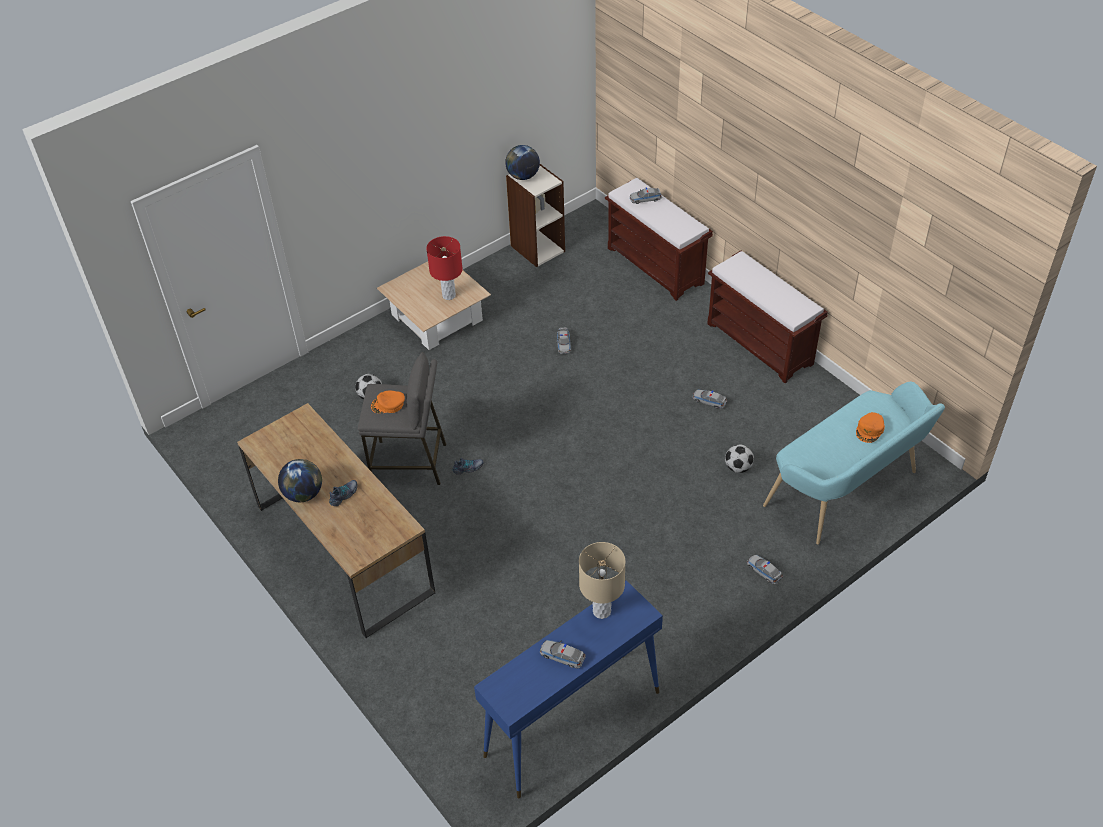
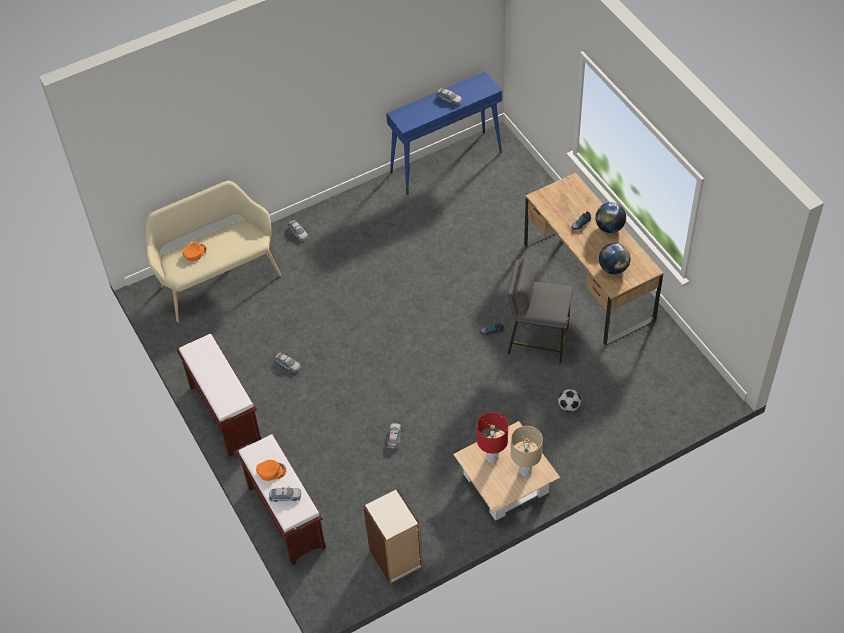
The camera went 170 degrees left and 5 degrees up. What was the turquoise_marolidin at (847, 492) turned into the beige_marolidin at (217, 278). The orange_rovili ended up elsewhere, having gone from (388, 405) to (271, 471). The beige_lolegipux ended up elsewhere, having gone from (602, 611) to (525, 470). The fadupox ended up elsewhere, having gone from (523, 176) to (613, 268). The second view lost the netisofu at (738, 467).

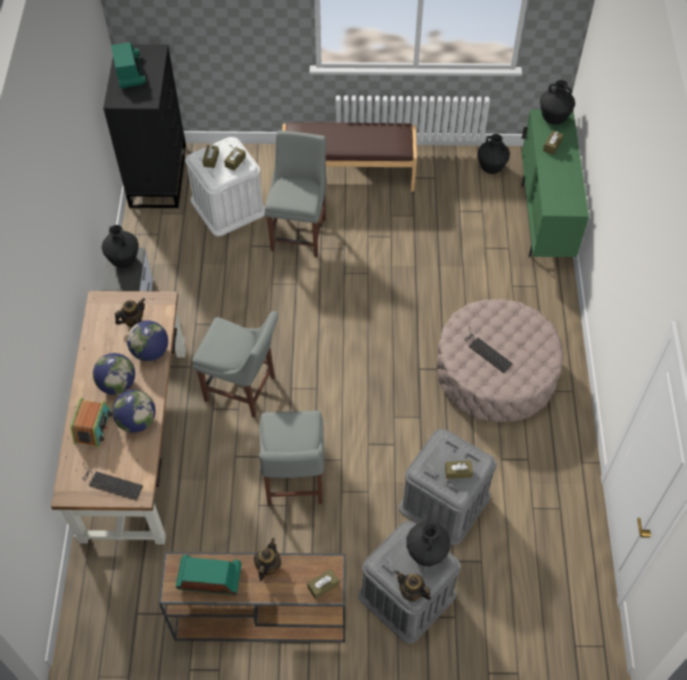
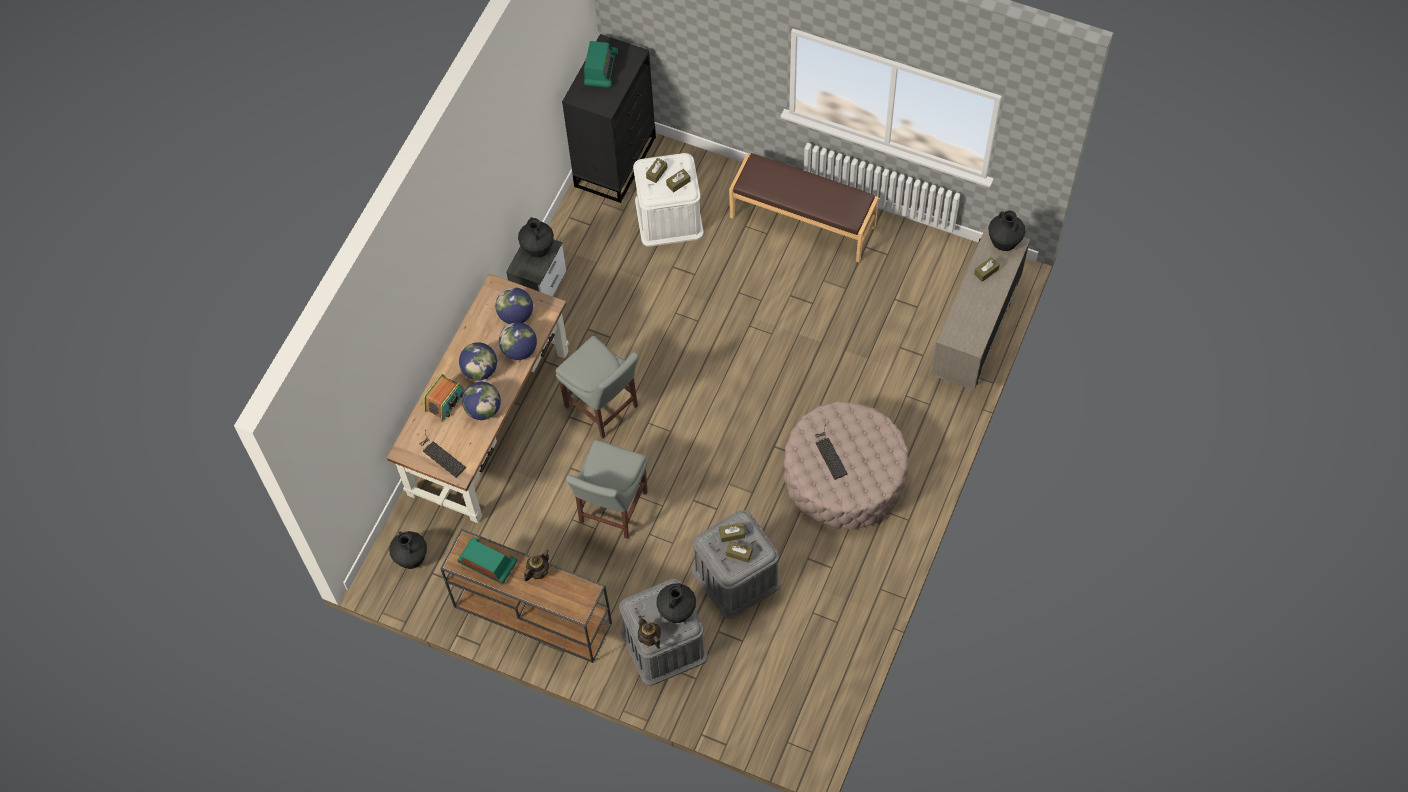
The camera went 25 degrees right and 5 degrees up. The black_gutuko ended up elsewhere, having gone from (490, 168) to (411, 558). Where the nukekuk stood at (133, 320), the fadupox came to stand at (516, 315). The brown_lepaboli ended up elsewhere, having gone from (323, 586) to (732, 534). What was the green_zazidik at (544, 221) turned into the beige_zazidik at (974, 339). The second view lost the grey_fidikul at (299, 232).

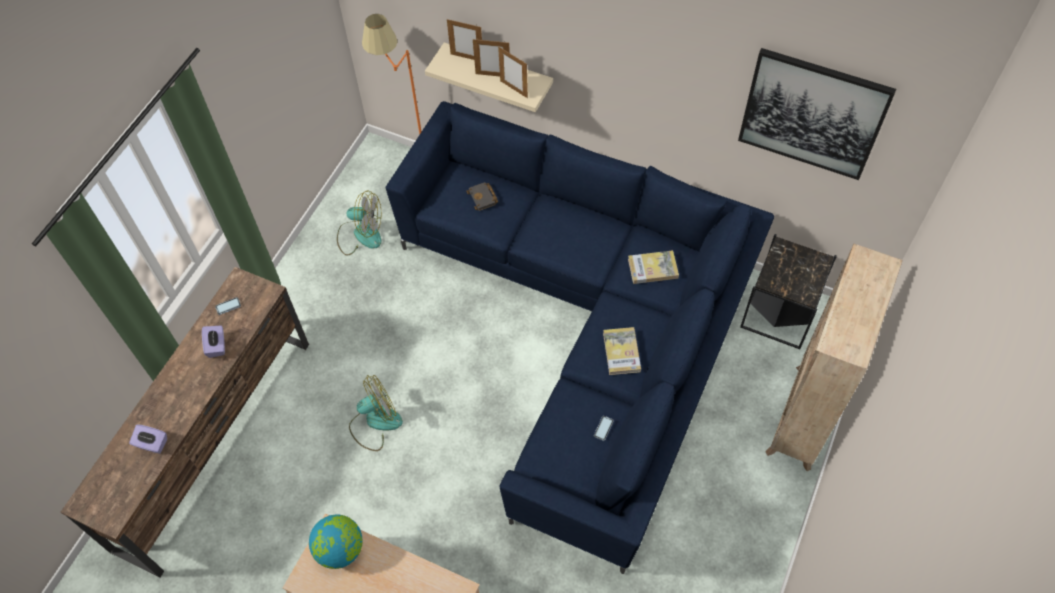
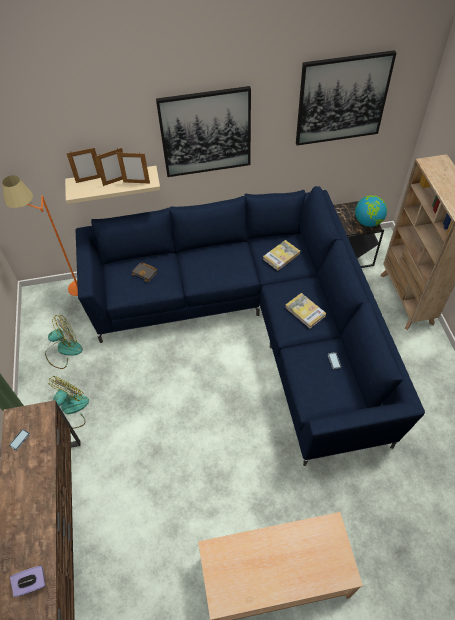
The camera went 35 degrees left and 5 degrees down. The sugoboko ended up elsewhere, having gone from (375, 422) to (70, 409). The second view gained the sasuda at (206, 132). The fadupox ended up elsewhere, having gone from (340, 549) to (368, 222). The second view lost the purple_lepaboli at (217, 346).

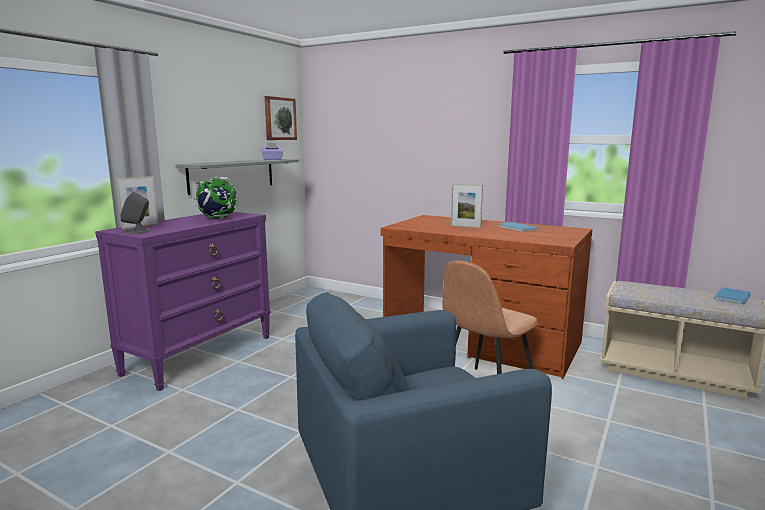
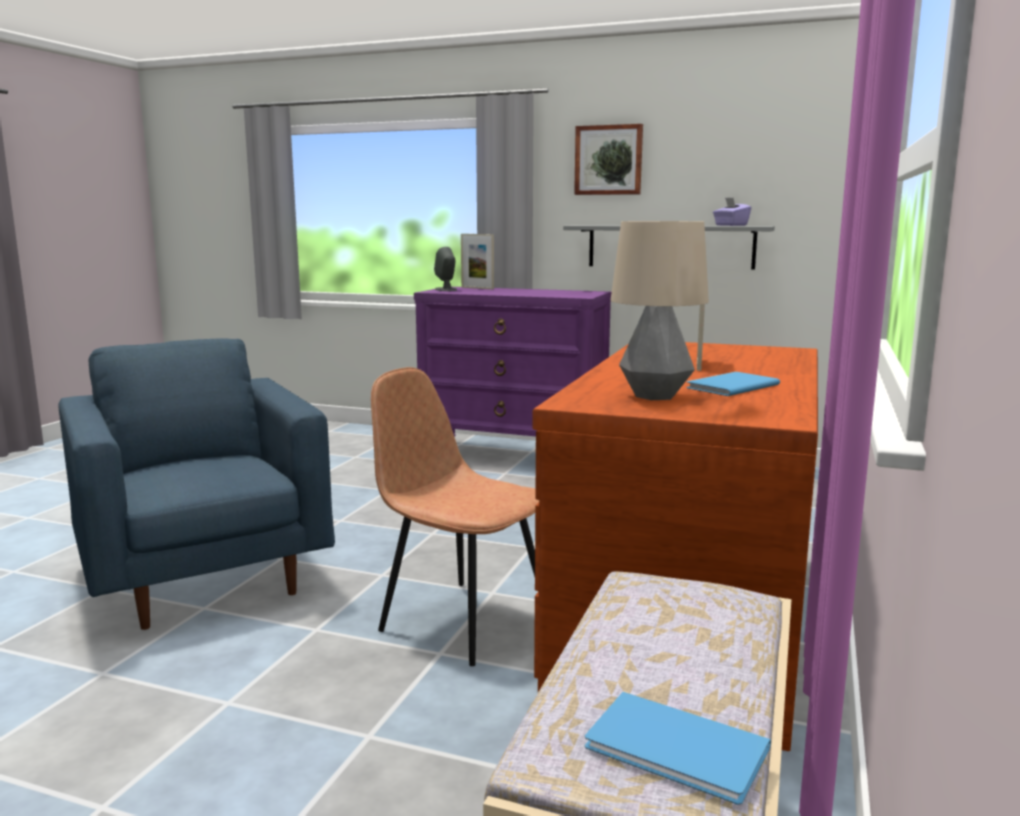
The camera went 80 degrees right and 0 degrees up. The sasuda ended up elsewhere, having gone from (279, 118) to (608, 160). The second view gained the lolegipux at (654, 396). The second view lost the fadupox at (218, 218).

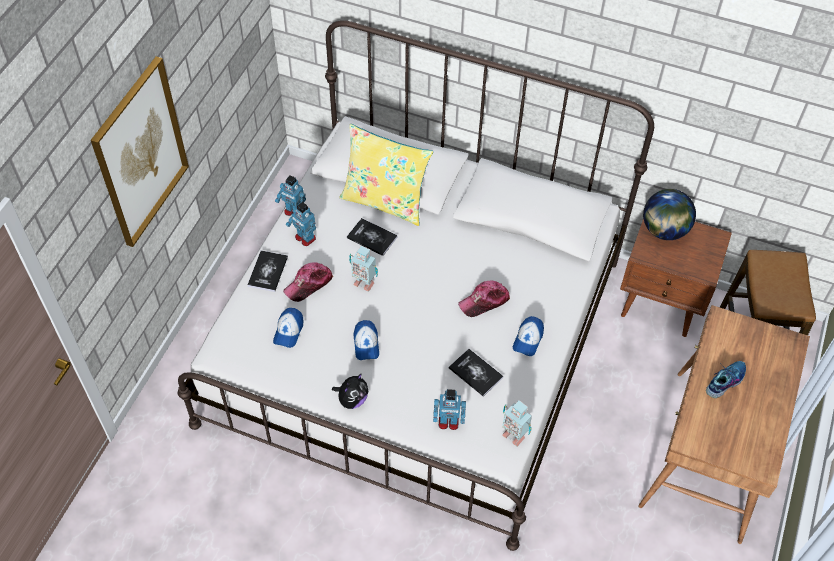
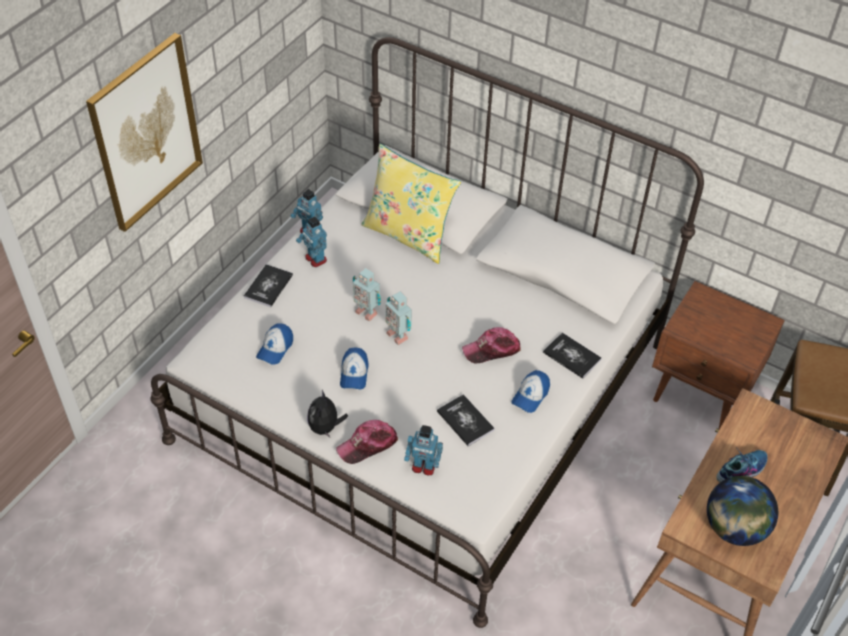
The camera went 10 degrees right and 5 degrees down. The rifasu at (352, 400) ended up facing another way, 135 degrees clockwise from before. The rovili ended up elsewhere, having gone from (309, 284) to (367, 445). The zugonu ended up elsewhere, having gone from (514, 434) to (398, 335). The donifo ended up elsewhere, having gone from (372, 237) to (572, 356). The fadupox ended up elsewhere, having gone from (664, 230) to (734, 528).

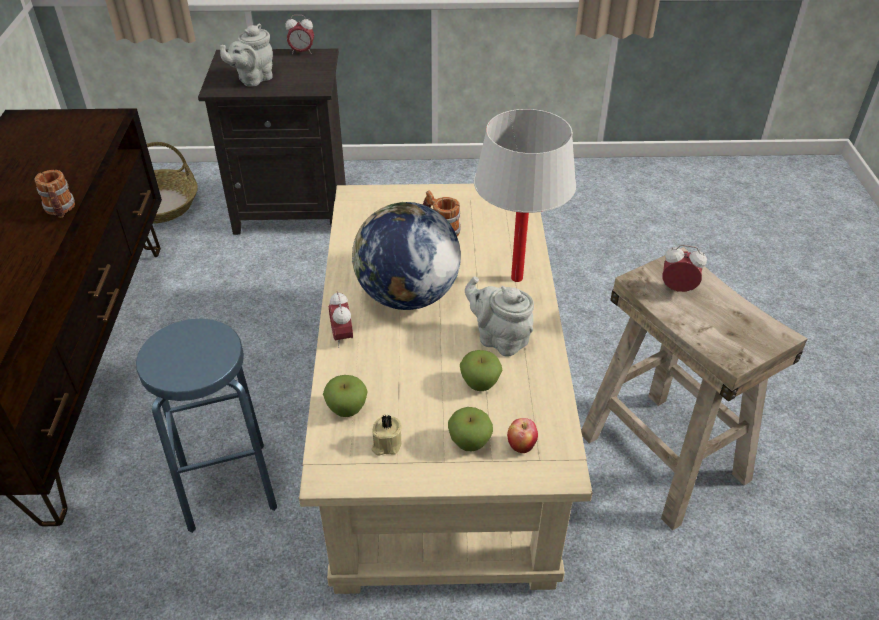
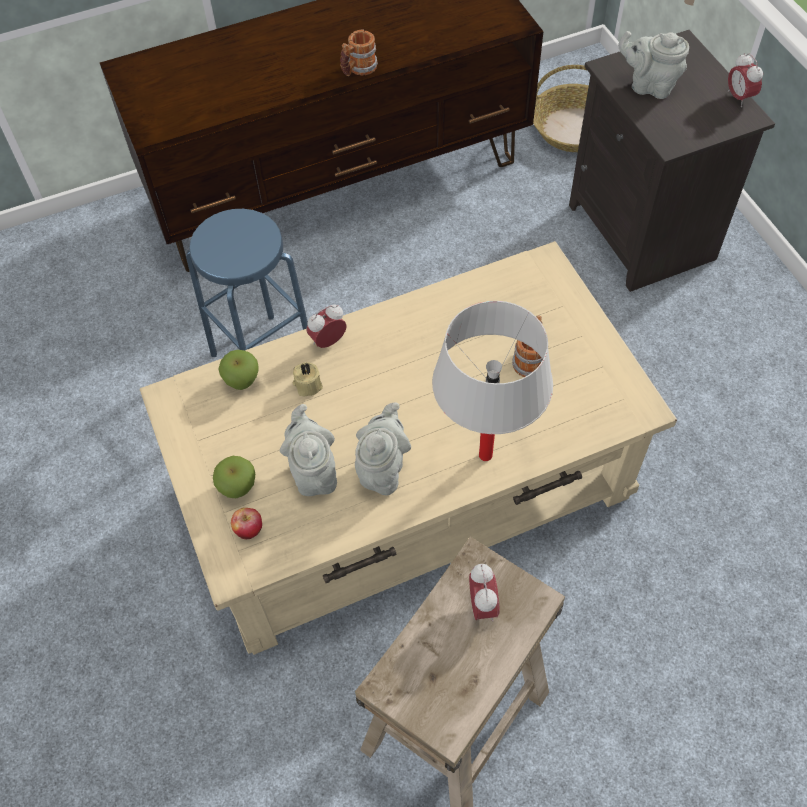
The camera went 70 degrees right and 15 degrees up. Where the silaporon stood at (480, 384), the grey_nukekuk came to stand at (313, 472). The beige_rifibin ended up elsewhere, having gone from (386, 444) to (307, 385). The second view lost the fadupox at (407, 296).

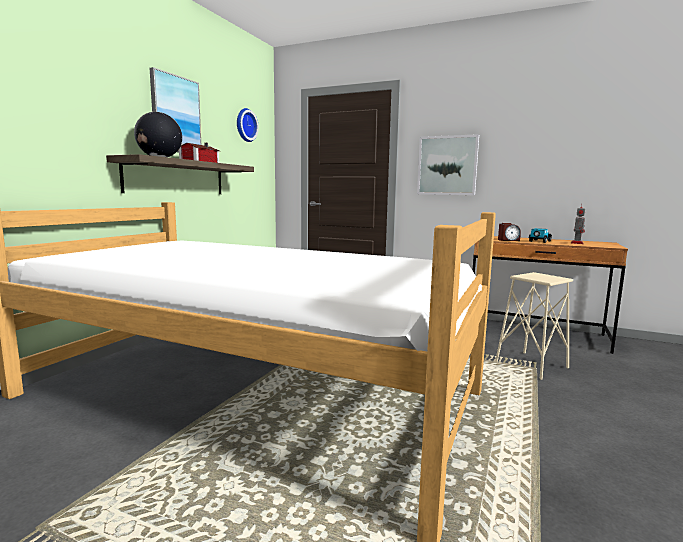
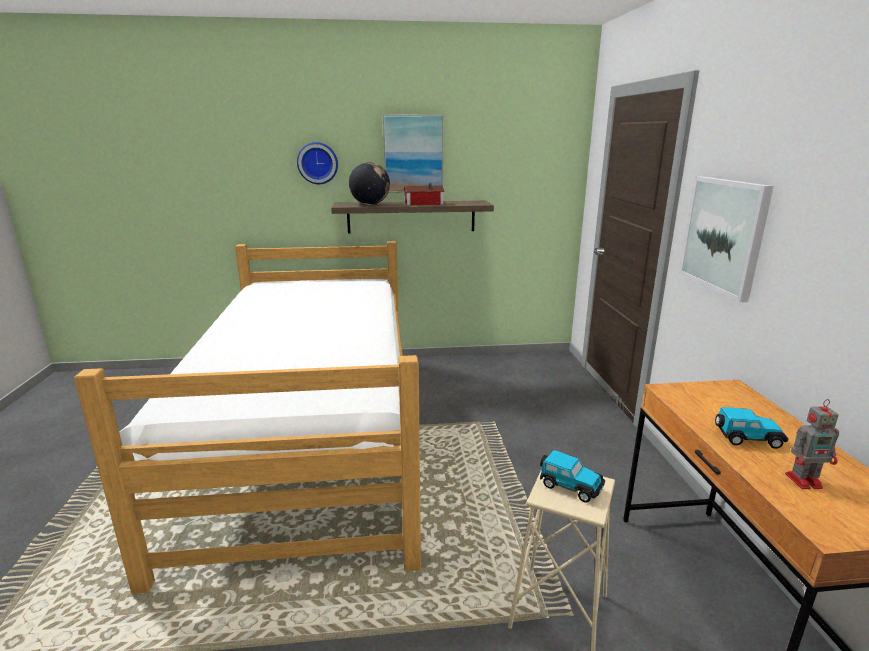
The camera went 60 degrees right and 10 degrees up. The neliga ended up elsewhere, having gone from (245, 125) to (317, 163). The second view gained the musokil at (569, 486). The second view lost the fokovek at (508, 240).

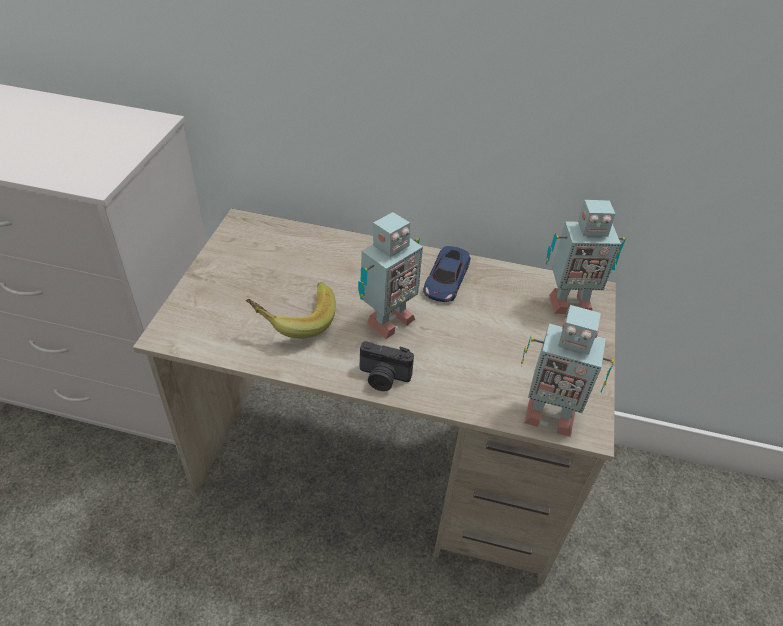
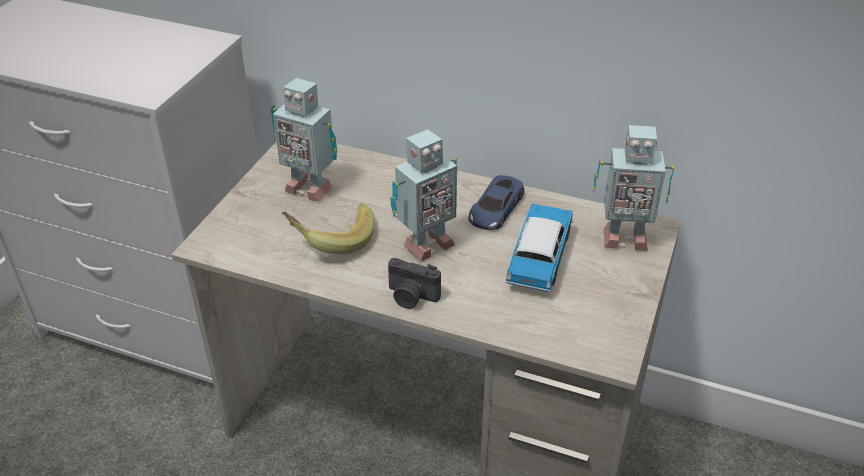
The camera went 10 degrees right and 5 degrees down. The zugonu ended up elsewhere, having gone from (548, 414) to (309, 187). The second view gained the musokil at (539, 258).

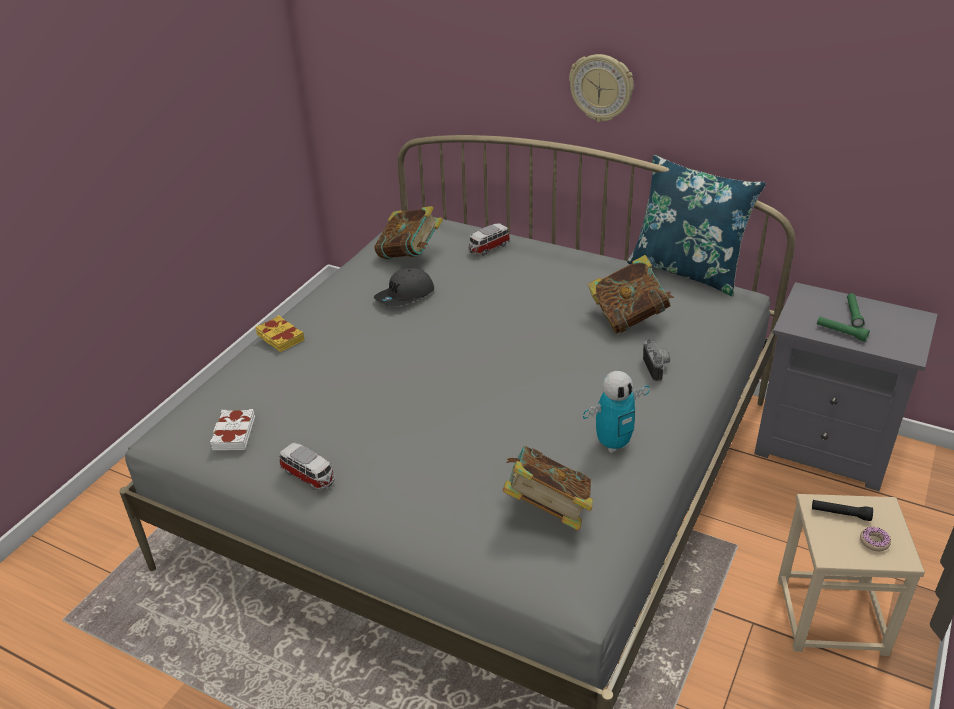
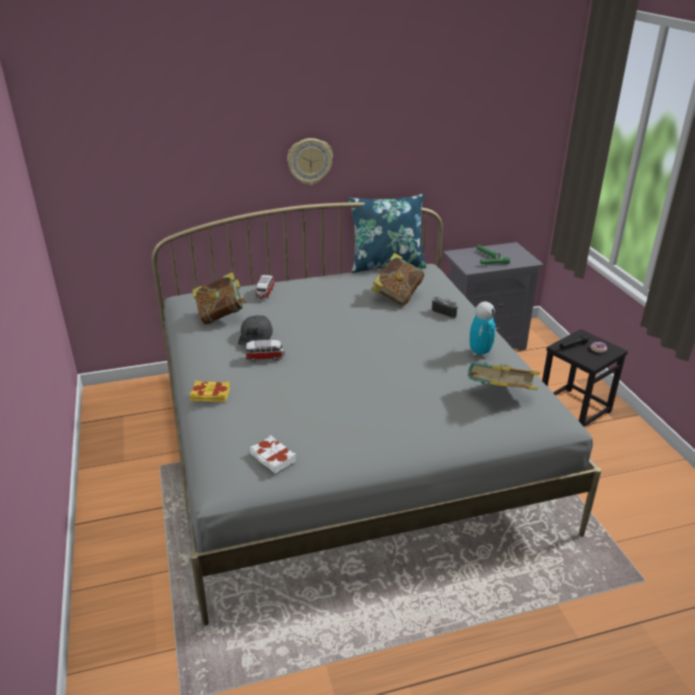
The camera went 45 degrees left and 5 degrees down. The musokil ended up elsewhere, having gone from (309, 476) to (265, 358). What was the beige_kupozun at (831, 615) turned into the black_kupozun at (573, 409).

